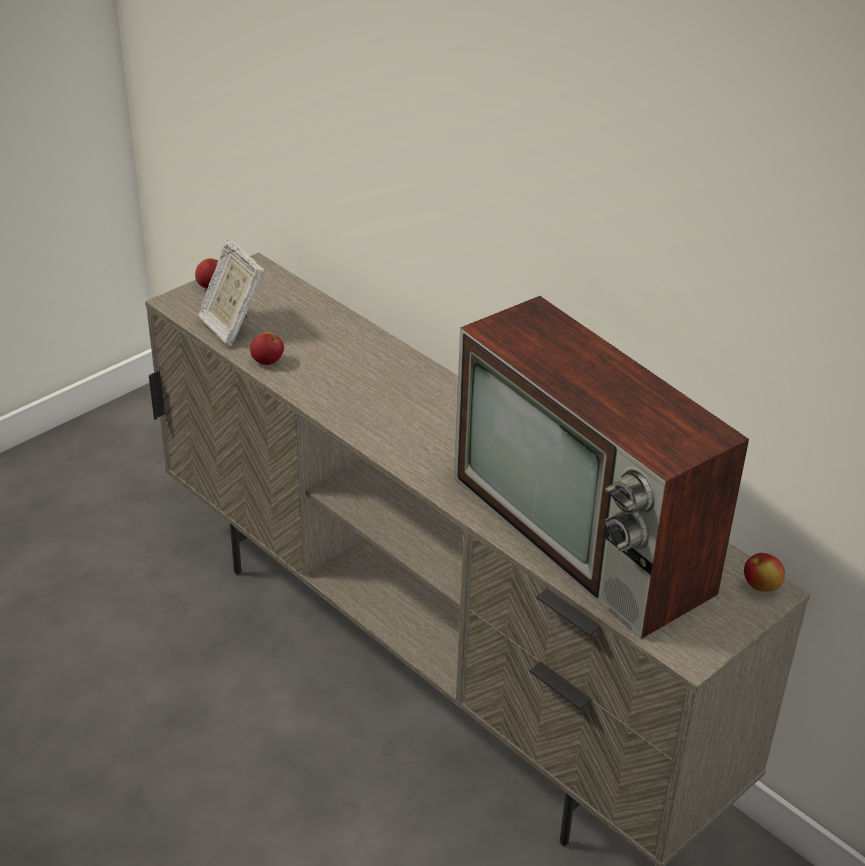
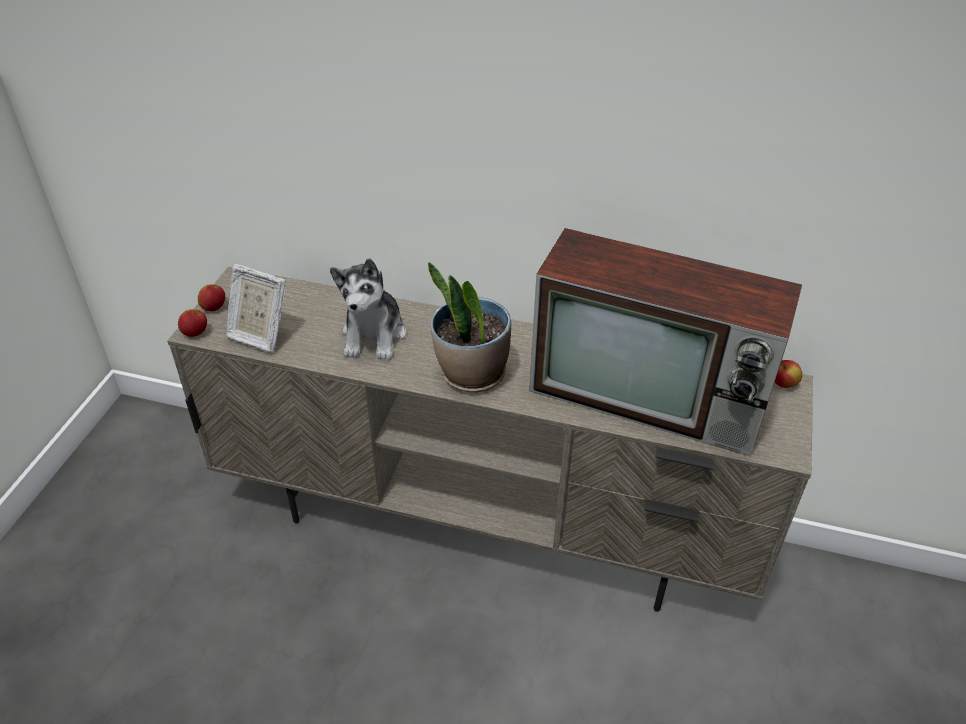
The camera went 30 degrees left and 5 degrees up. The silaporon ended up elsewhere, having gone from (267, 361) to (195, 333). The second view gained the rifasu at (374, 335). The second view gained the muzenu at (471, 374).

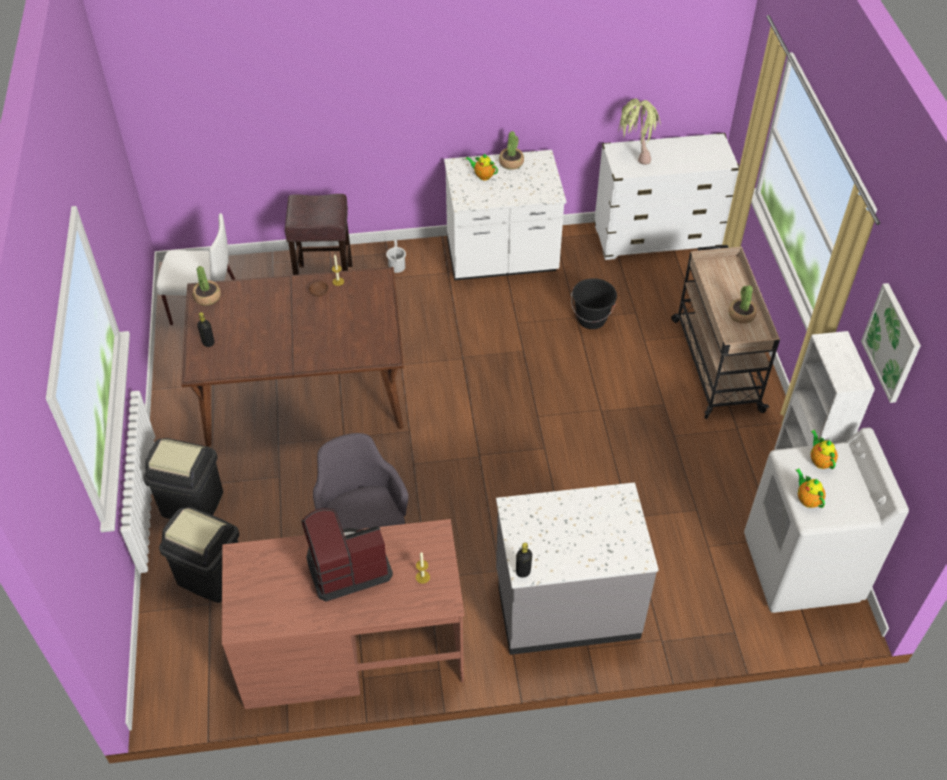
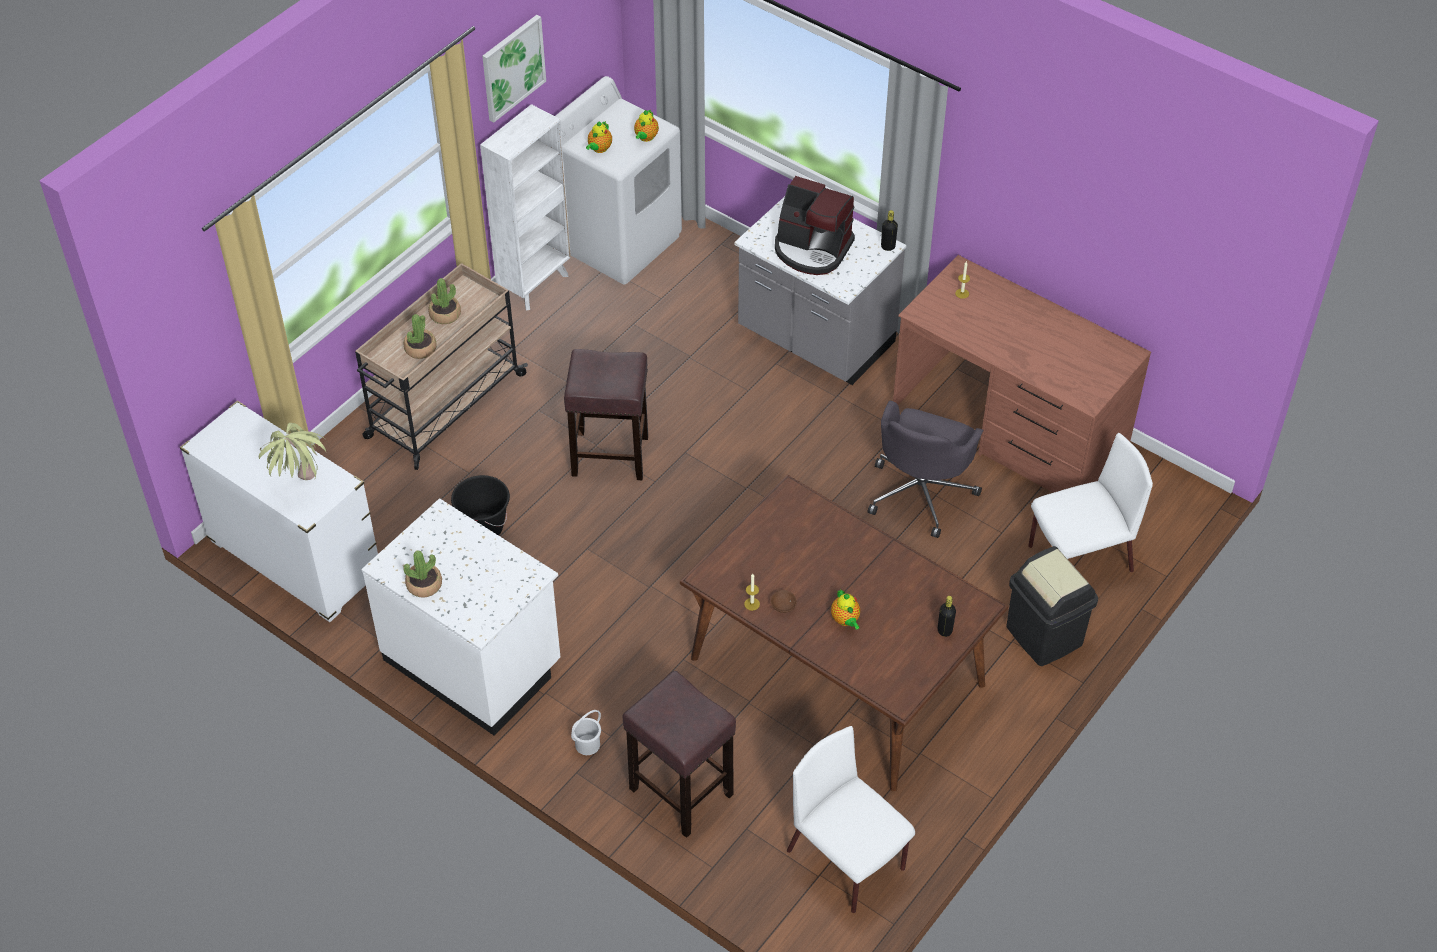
The camera went 135 degrees left and 0 degrees up. The muzenu ended up elsewhere, having gone from (207, 297) to (420, 348). The second view gained the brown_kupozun at (611, 455). The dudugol ended up elsewhere, having gone from (347, 566) to (812, 249). The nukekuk ended up elsewhere, having gone from (483, 176) to (845, 620). Where the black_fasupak stood at (210, 576), the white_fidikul came to stand at (1078, 559).

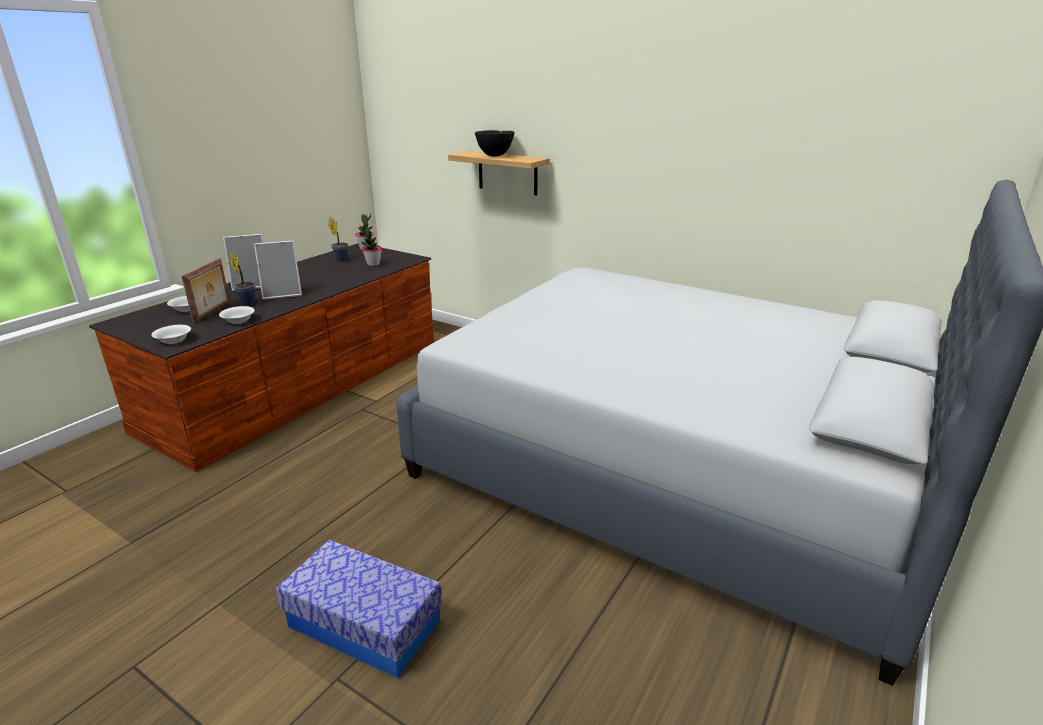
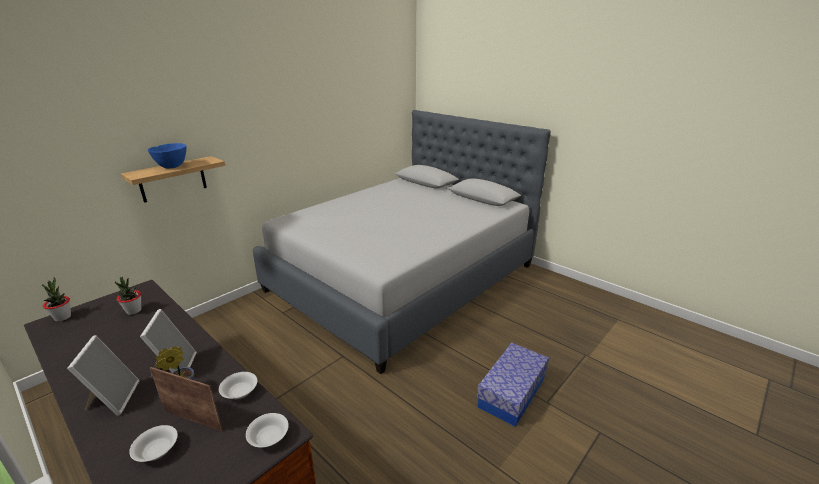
The camera went 80 degrees left and 0 degrees up. What was the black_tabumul at (494, 155) turned into the blue_tabumul at (171, 167). The second view lost the muzenu at (340, 260).

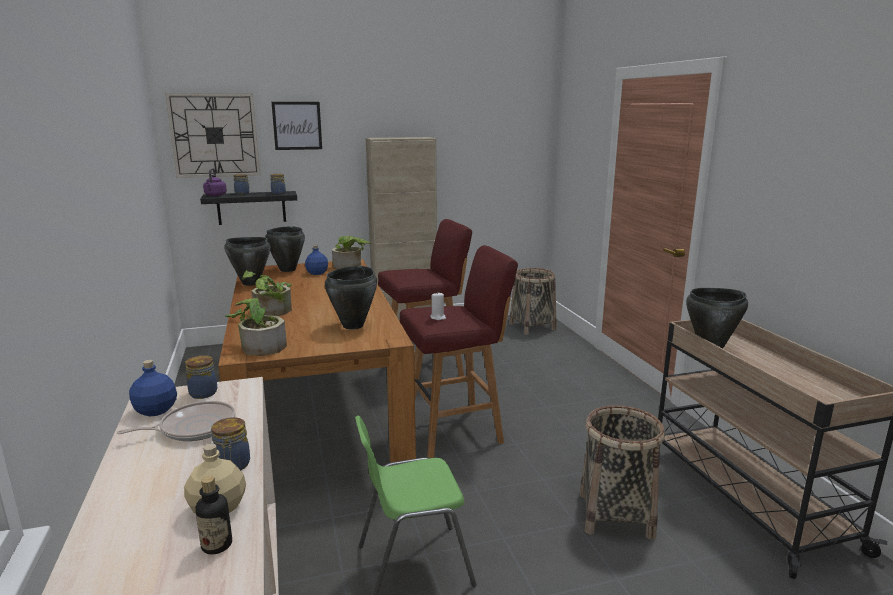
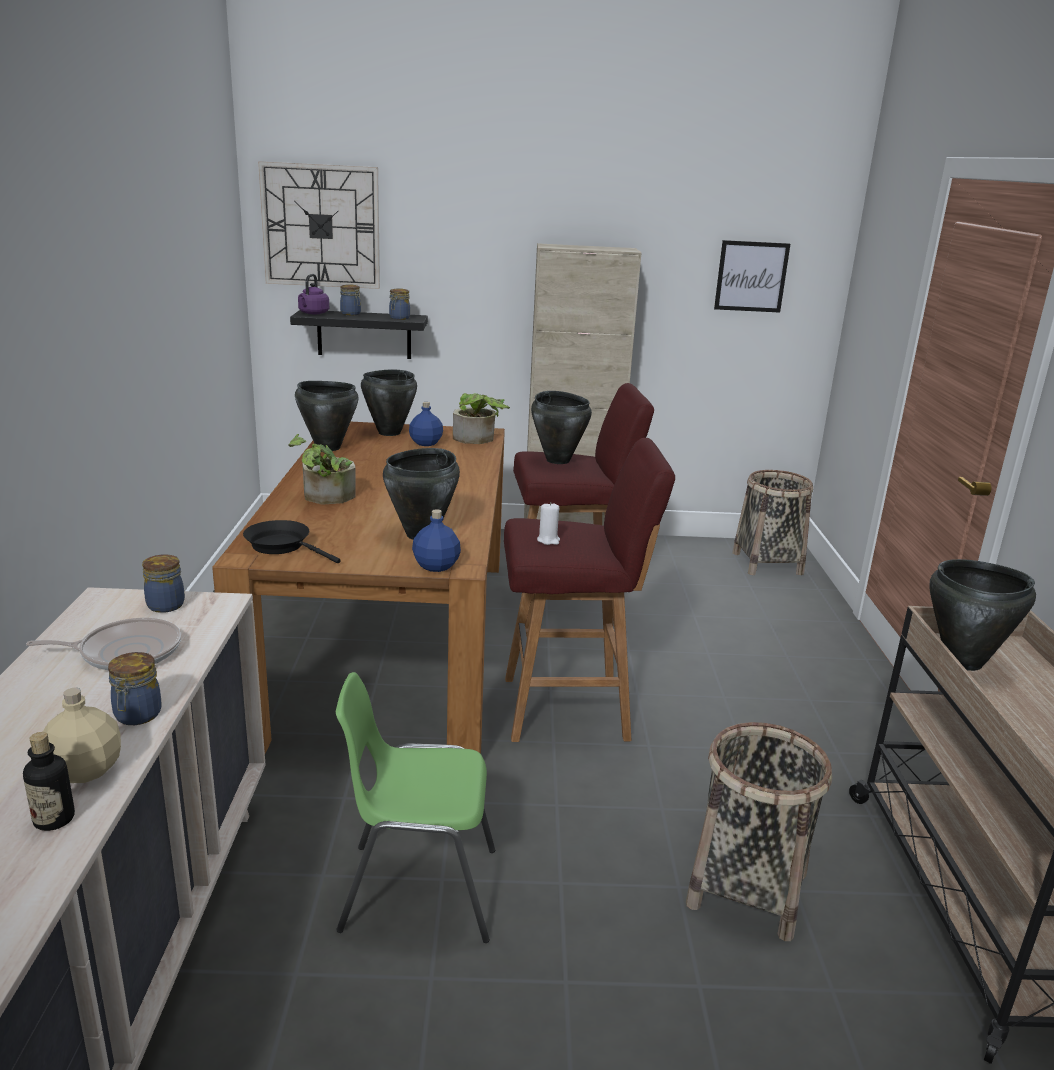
The camera went 15 degrees right and 5 degrees up. Where the muzenu stood at (261, 345), the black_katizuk came to stand at (282, 546). The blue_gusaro ended up elsewhere, having gone from (156, 410) to (436, 566). The second view gained the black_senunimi at (558, 460). The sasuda ended up elsewhere, having gone from (297, 125) to (751, 276).

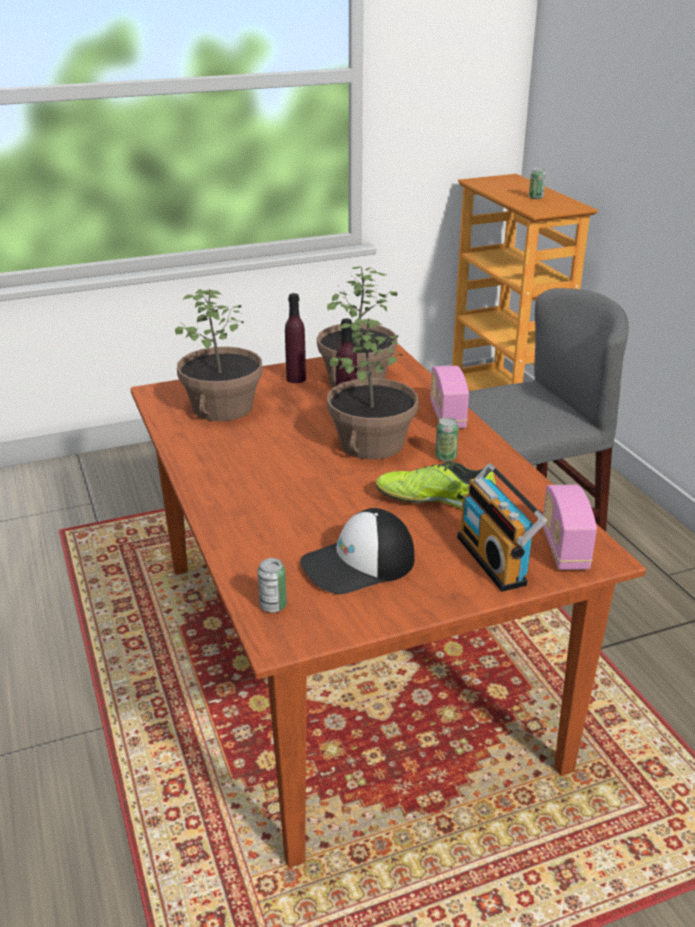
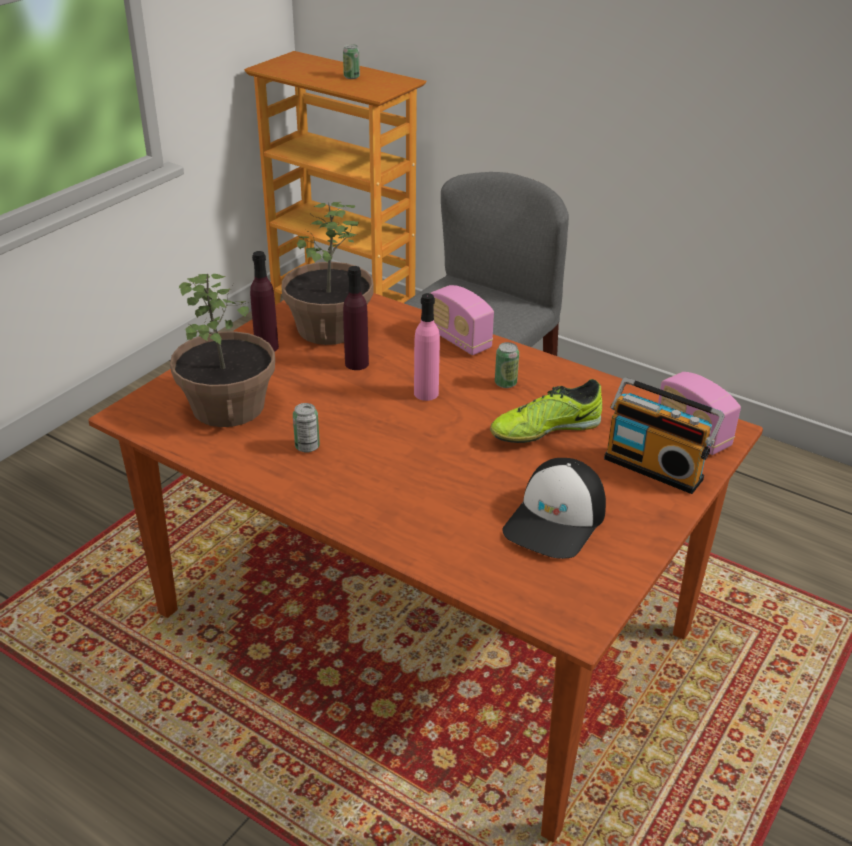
The camera went 35 degrees left and 5 degrees up. The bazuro ended up elsewhere, having gone from (273, 606) to (307, 447). Where the muzenu stood at (372, 444), the pink_gusaro came to stand at (426, 393).

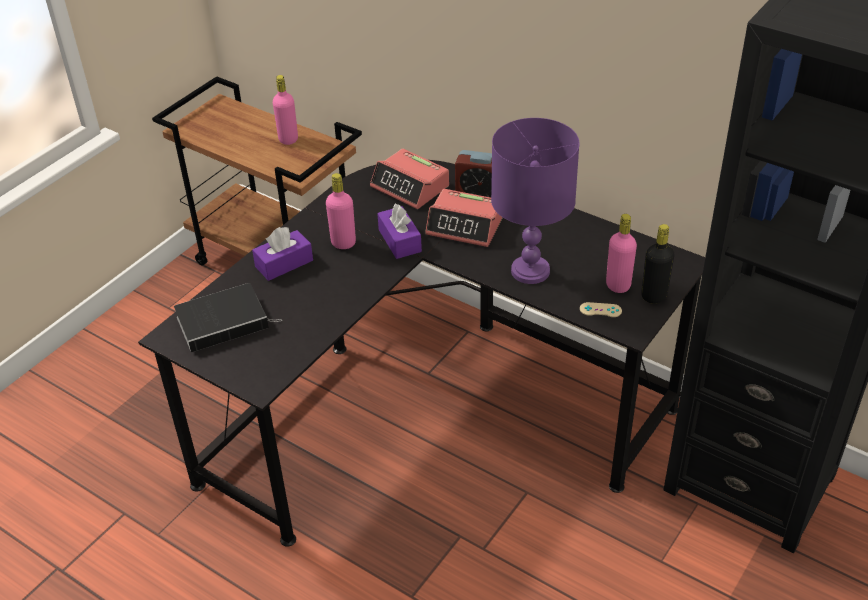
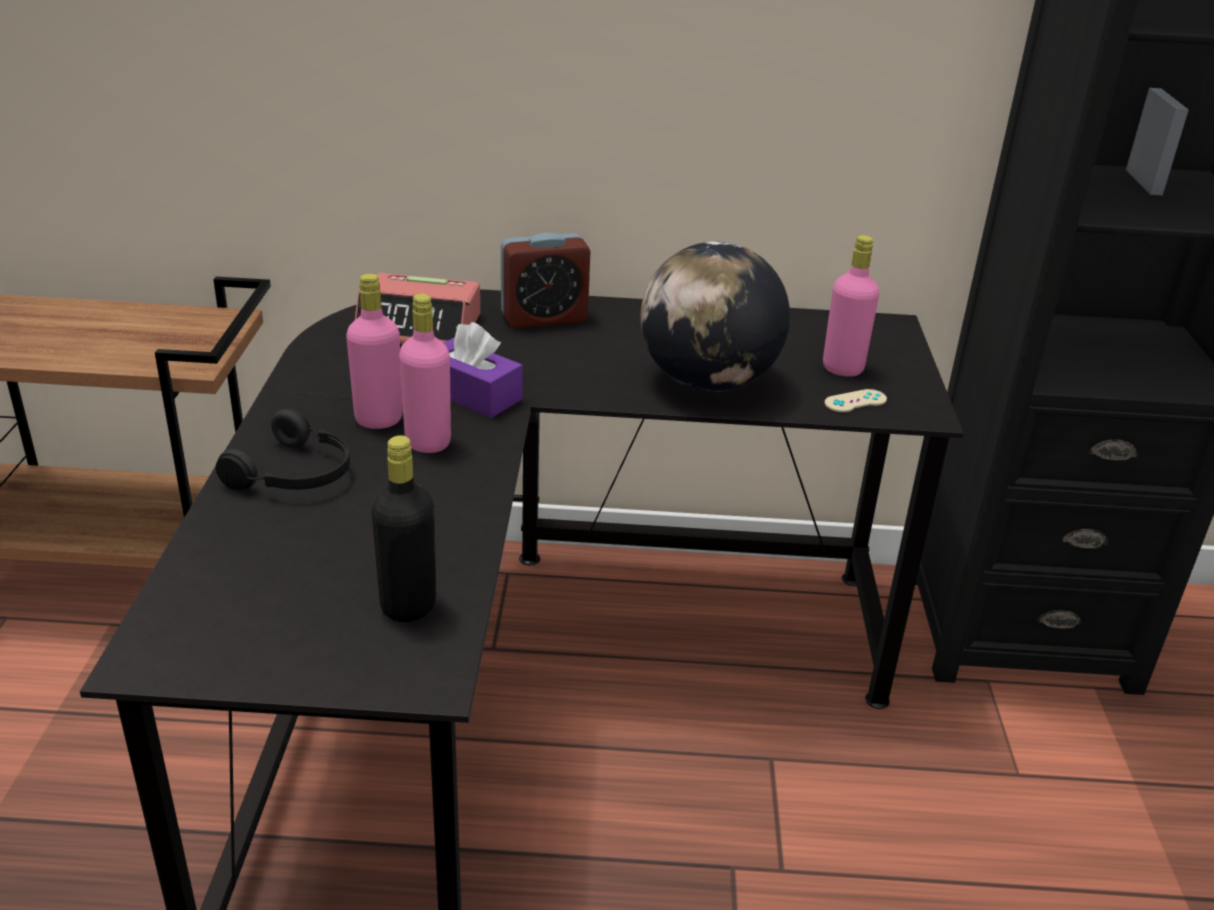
The camera went 35 degrees left and 10 degrees down. Where the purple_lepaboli stood at (284, 263), the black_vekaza came to stand at (296, 474). The black_gusaro ended up elsewhere, having gone from (654, 296) to (408, 606). The pink_gusaro ended up elsewhere, having gone from (288, 139) to (428, 442). Where the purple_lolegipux stood at (529, 270), the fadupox came to stand at (707, 382). The second view lost the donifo at (225, 321). The second view lost the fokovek at (465, 226).

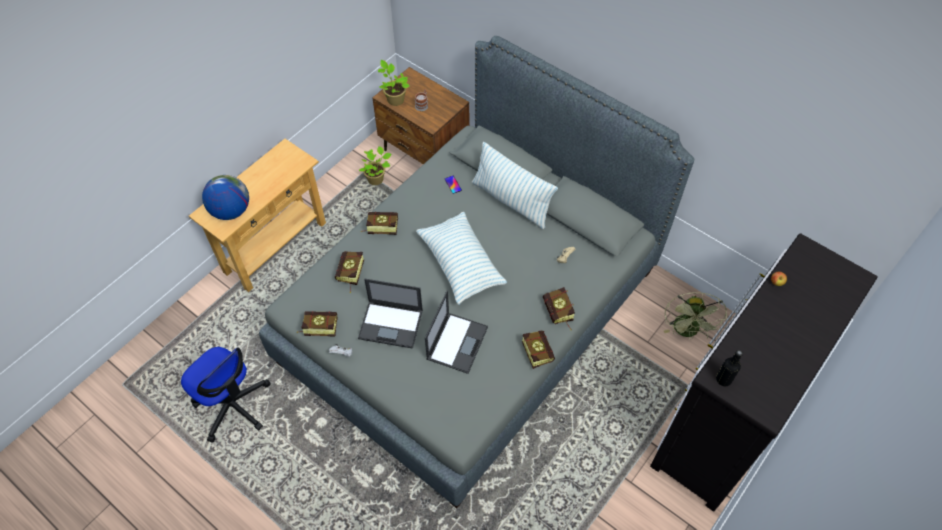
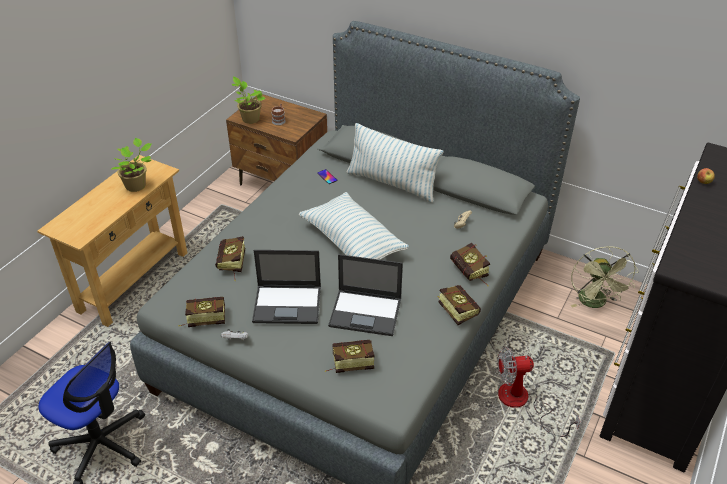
The camera went 10 degrees left and 15 degrees down. The muzenu ended up elsewhere, having gone from (377, 179) to (137, 185). The donifo ended up elsewhere, having gone from (379, 227) to (348, 363). The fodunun at (457, 342) ended up facing another way, 90 degrees clockwise from before. The second view gained the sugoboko at (522, 403). The second view lost the fadupox at (231, 211). The second view lost the black_gusaro at (723, 379).

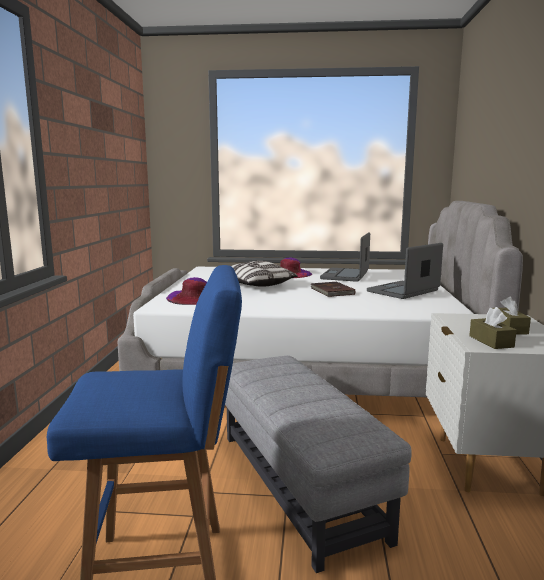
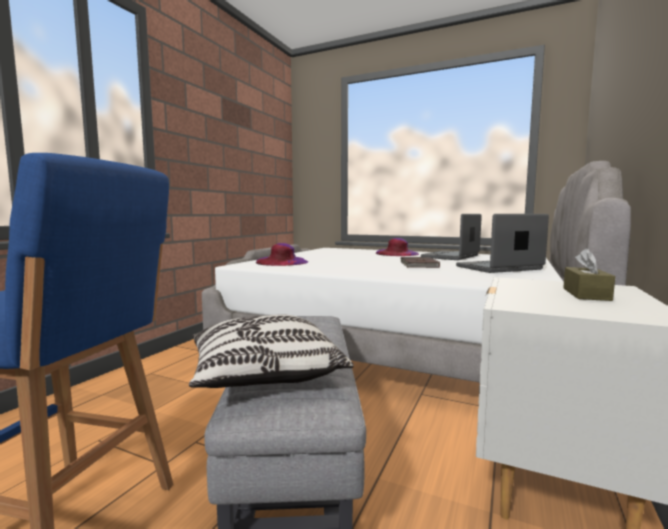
The camera went 20 degrees right and 5 degrees down. The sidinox ended up elsewhere, having gone from (255, 286) to (264, 374). The second view lost the brown_lepaboli at (491, 341).

